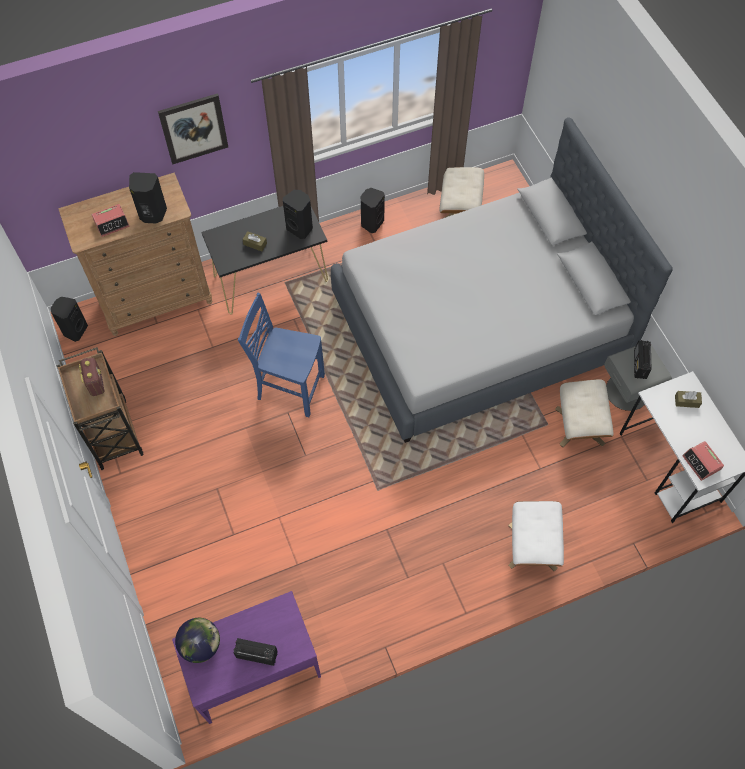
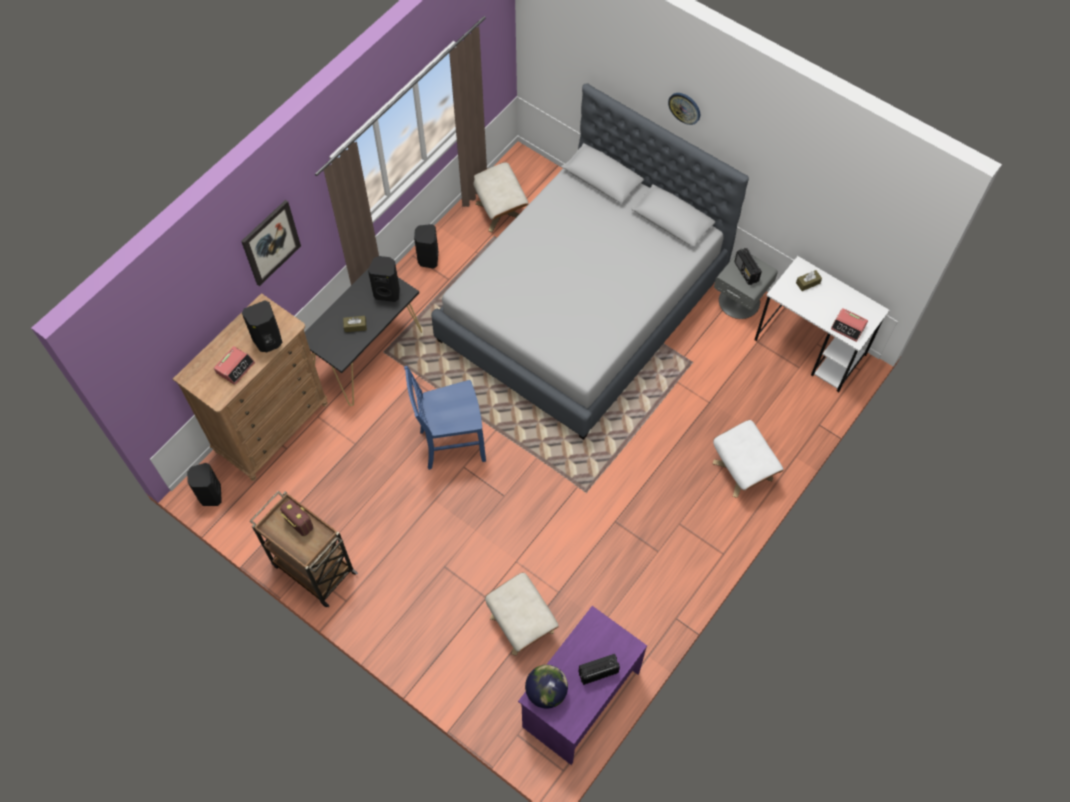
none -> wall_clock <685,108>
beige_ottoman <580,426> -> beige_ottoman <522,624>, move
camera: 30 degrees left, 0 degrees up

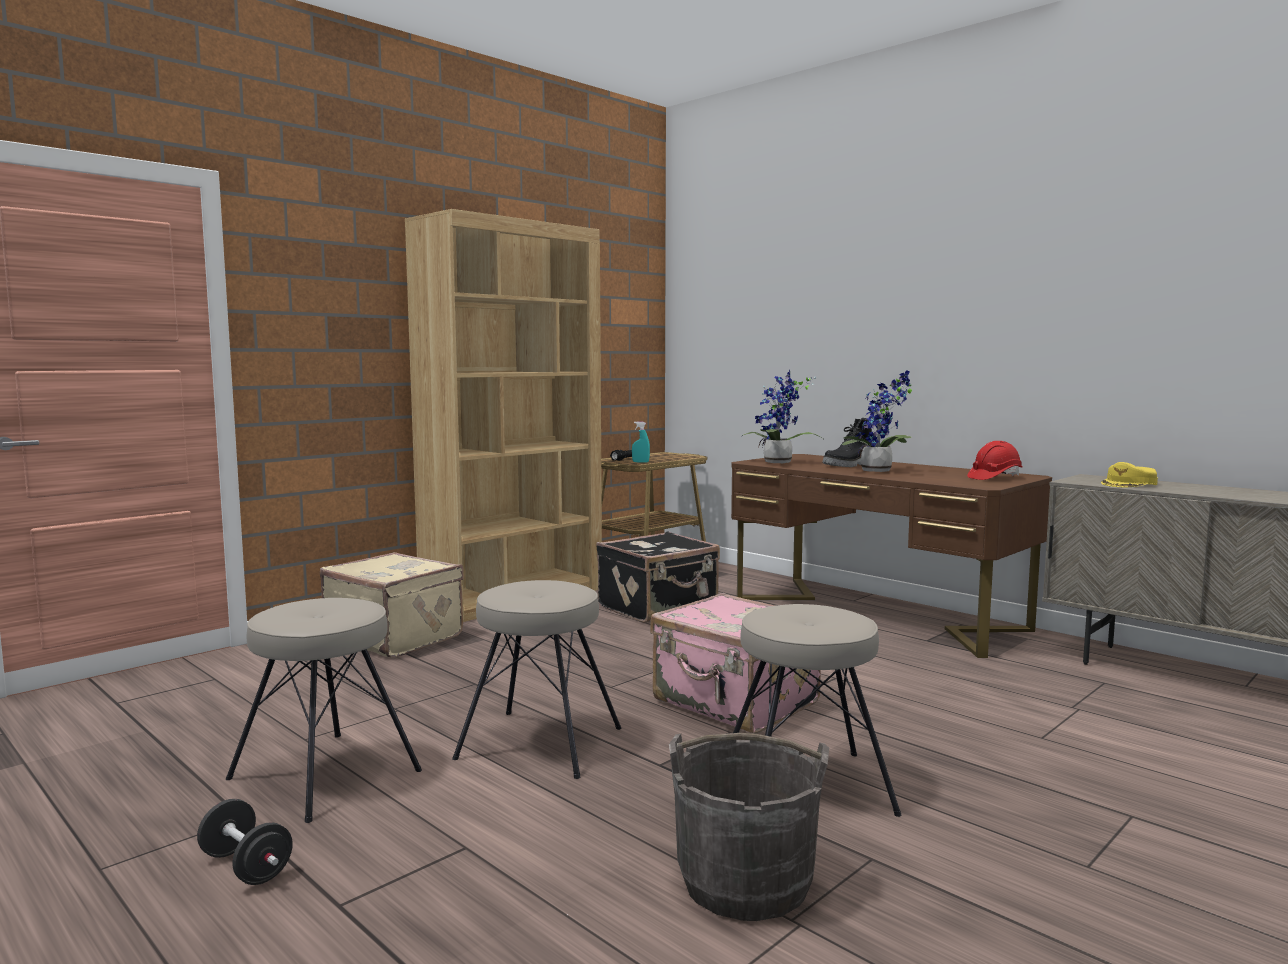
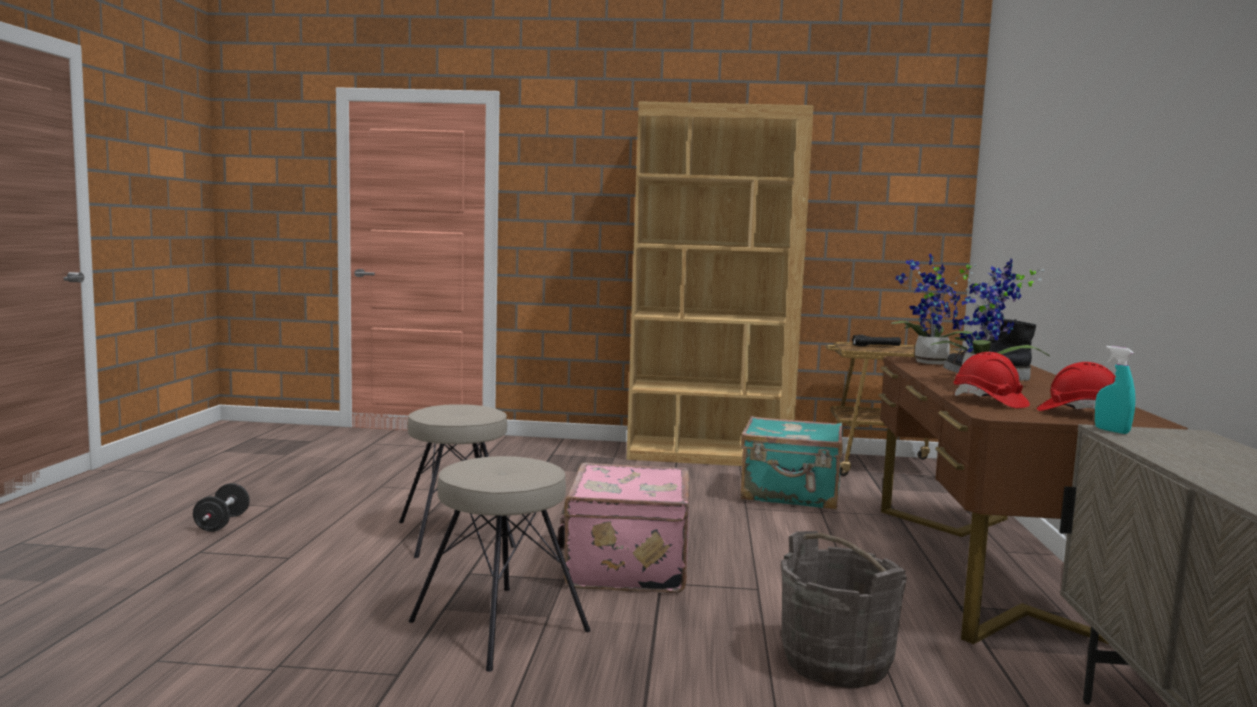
beige_stool <326,773> -> none
beige_suitcase <395,637> -> none
yellow_cap <1129,484> -> none
none -> red_hard_hat <989,402>
turquoise_spray_bottle <640,462> -> turquoise_spray_bottle <1111,431>, move
grey_bucket <745,883> -> grey_bucket <835,662>, move
black_suitcase <659,608> -> turquoise_suitcase <790,495>
camera: 50 degrees right, 0 degrees up

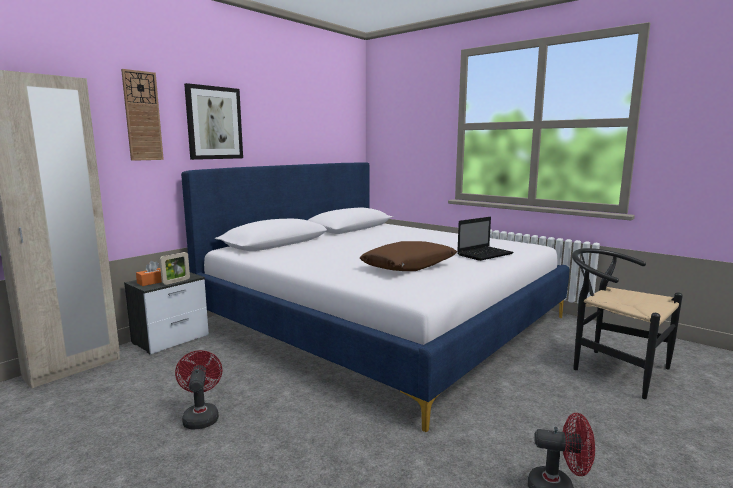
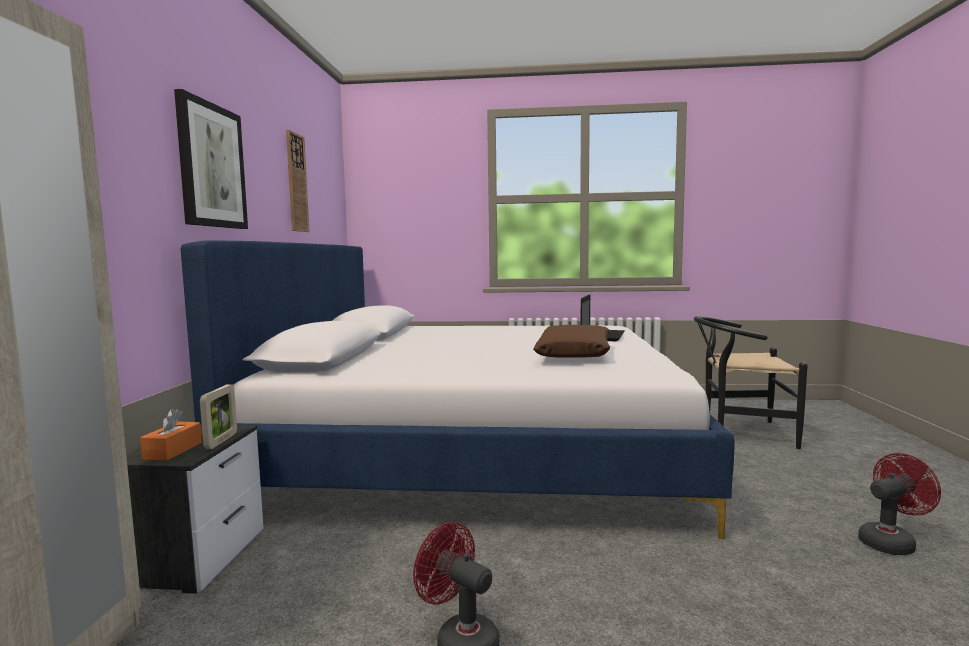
wall_clock <142,116> -> wall_clock <296,183>, move
camera: 35 degrees left, 5 degrees down

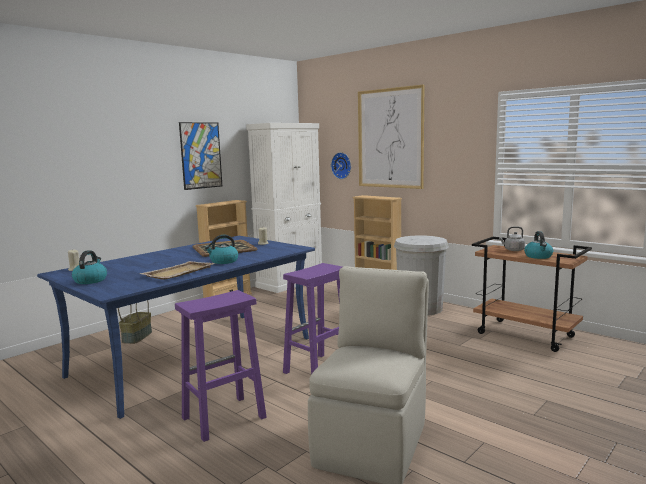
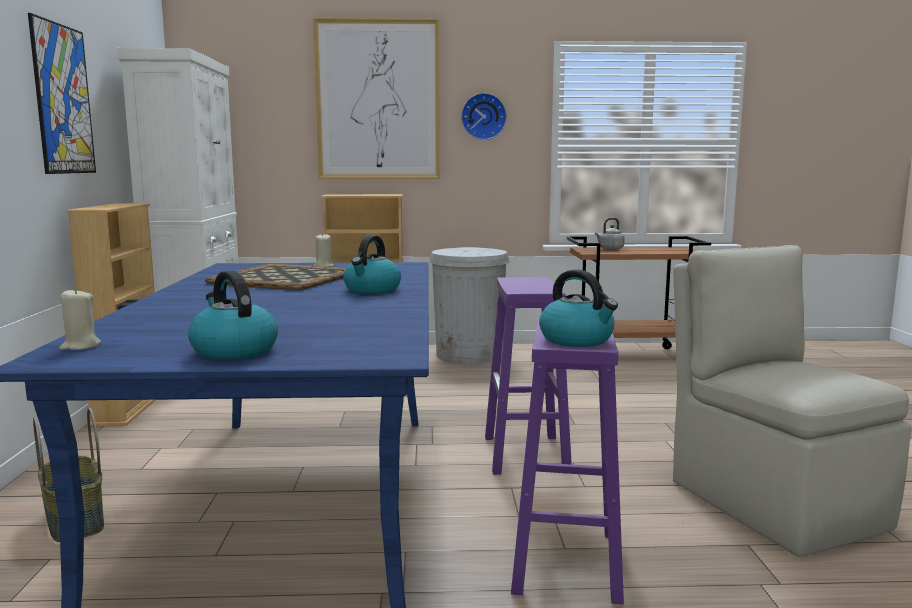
beige_tray <178,272> -> none
wall_clock <342,165> -> wall_clock <483,116>, move
kettle <538,256> -> kettle <577,340>, move
camera: 45 degrees left, 0 degrees up

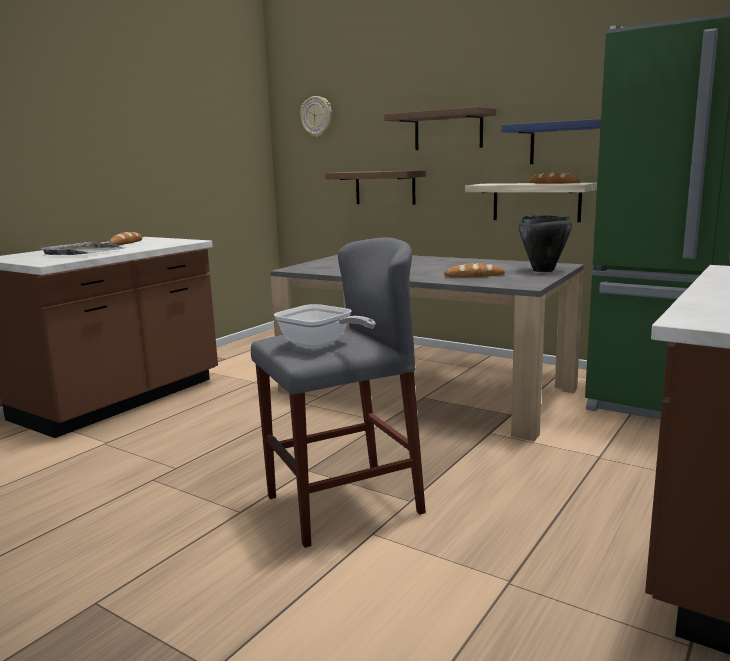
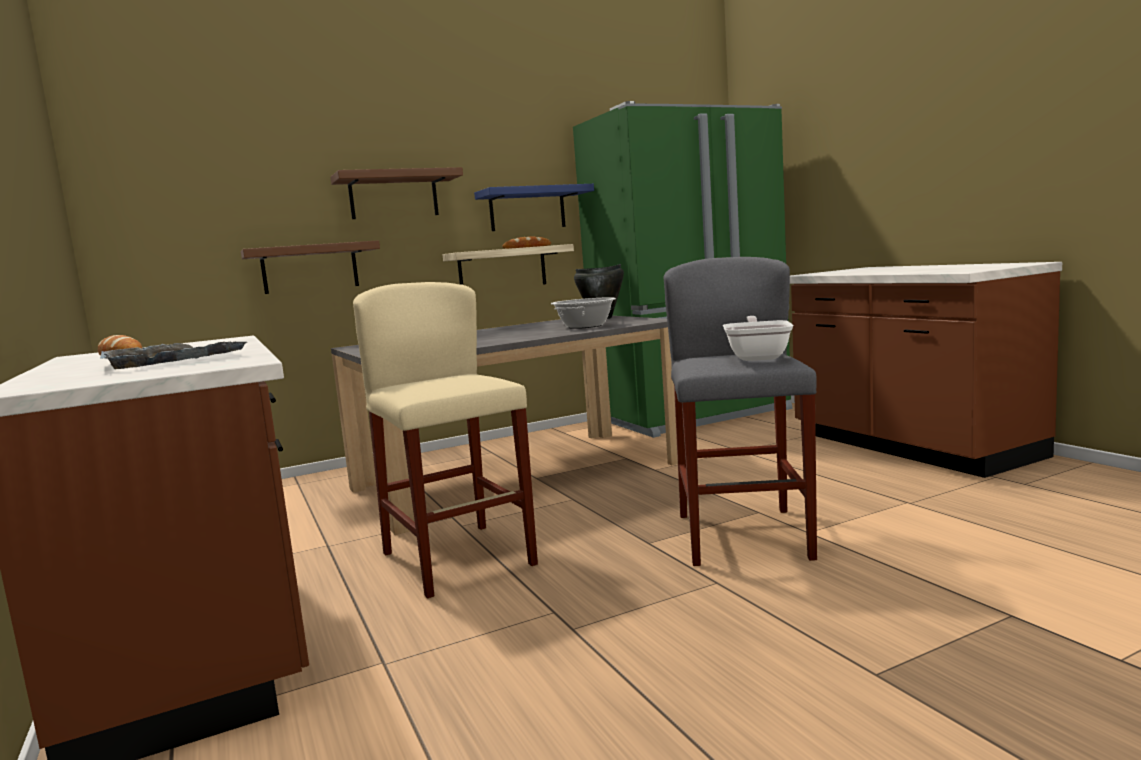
wall_clock <316,116> -> none
none -> beige_stool <458,559>
bread <474,275> -> cooking_pot <585,326>
frying_pan <320,344> -> frying_pan <758,357>, 60 degrees counterclockwise
camera: 60 degrees left, 5 degrees down

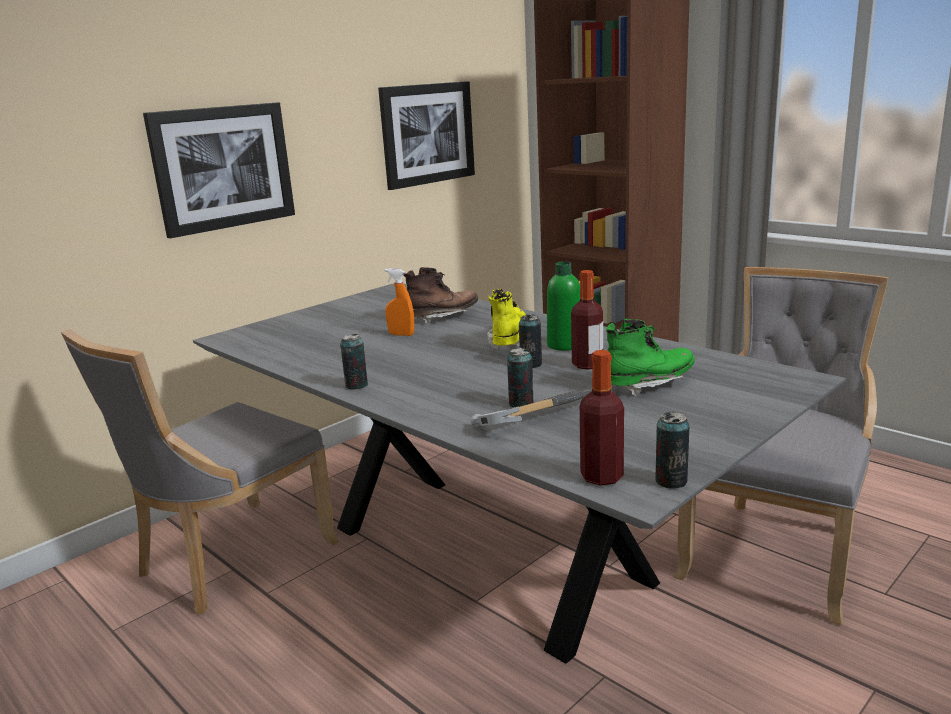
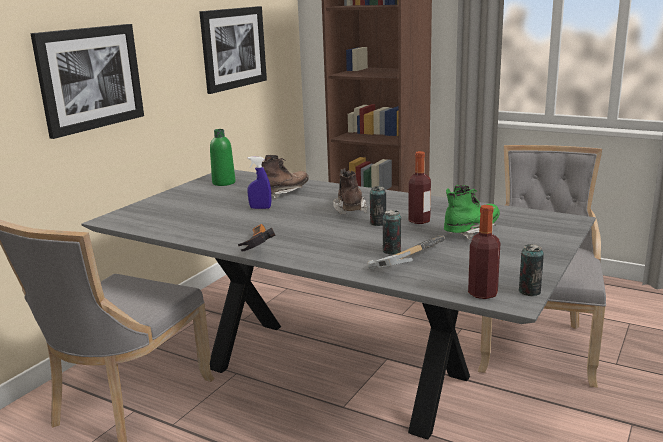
green_bottle <564,345> -> green_bottle <224,183>, move
can <356,385> -> hammer <255,248>
orange_spray_bottle <401,334> -> blue_spray_bottle <260,208>
yellow_boot <510,341> -> brown_boot <350,208>
camera: 15 degrees left, 0 degrees up

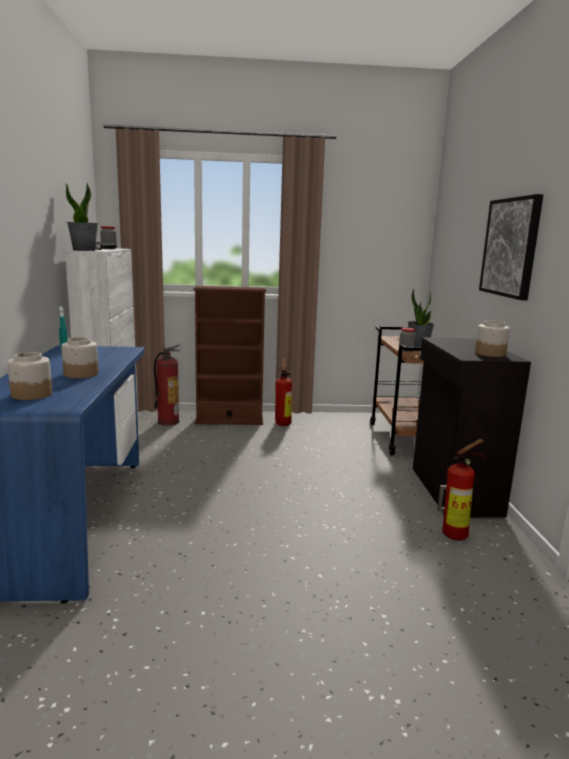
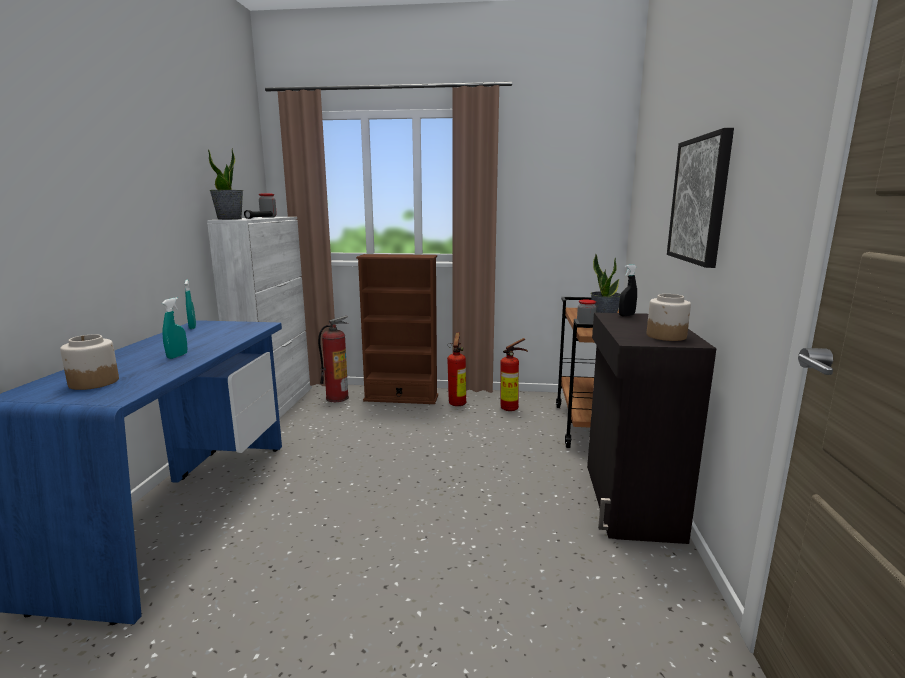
none -> black_spray_bottle <626,315>
fire_extinguisher <458,535> -> fire_extinguisher <512,408>, move
jar <81,374> -> turquoise_spray_bottle <177,356>
camera: 10 degrees right, 0 degrees up

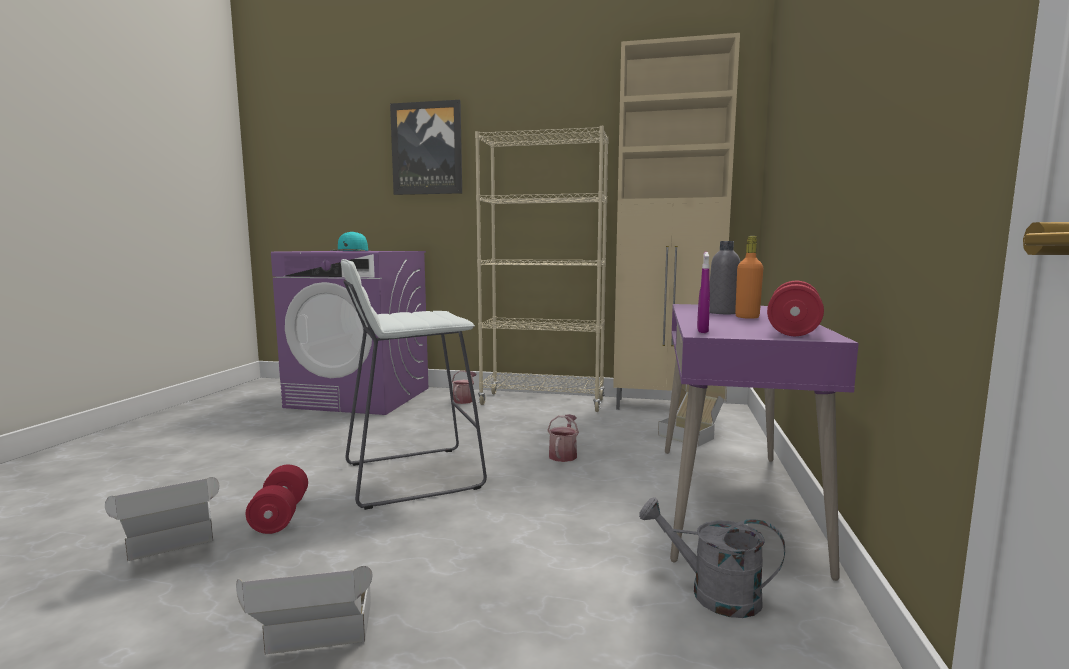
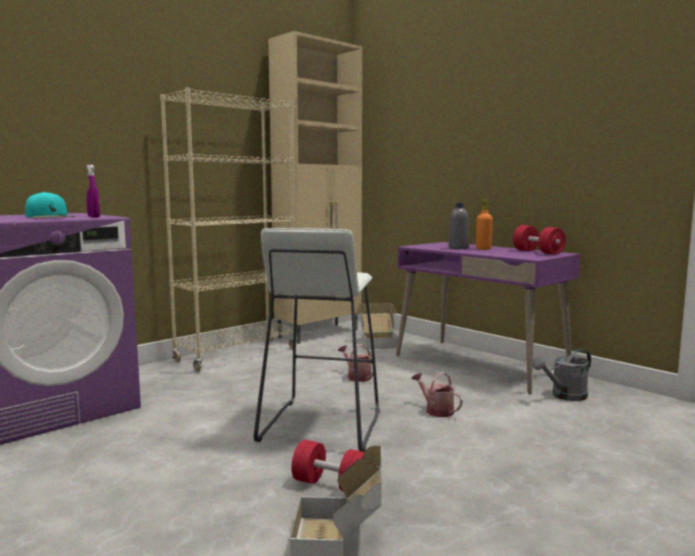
cardboard_box <316,644> -> none
picture <427,148> -> none
watering_can <464,400> -> watering_can <436,410>, move
purple_spray_bottle <702,331> -> purple_spray_bottle <93,217>, move
camera: 55 degrees left, 0 degrees up

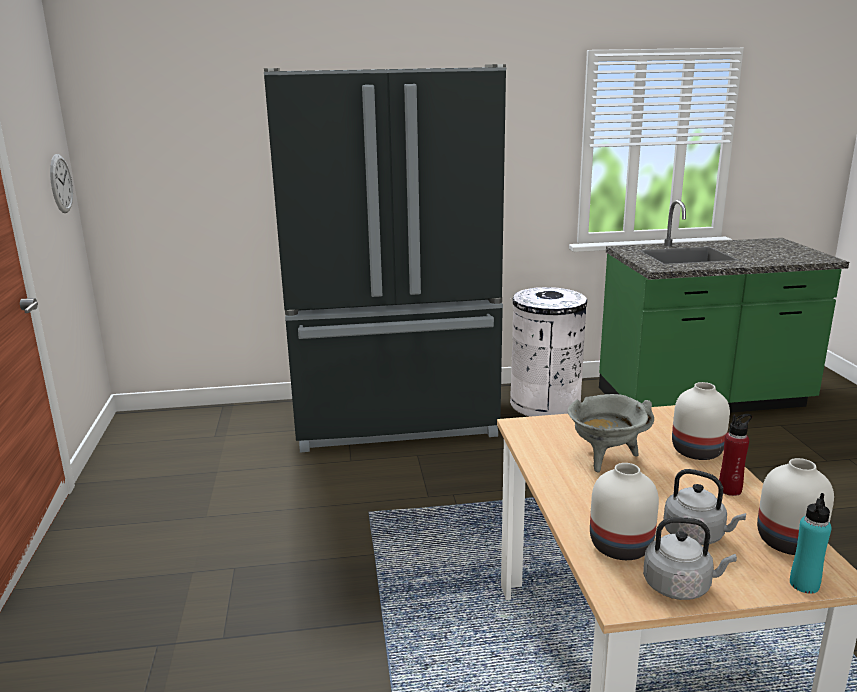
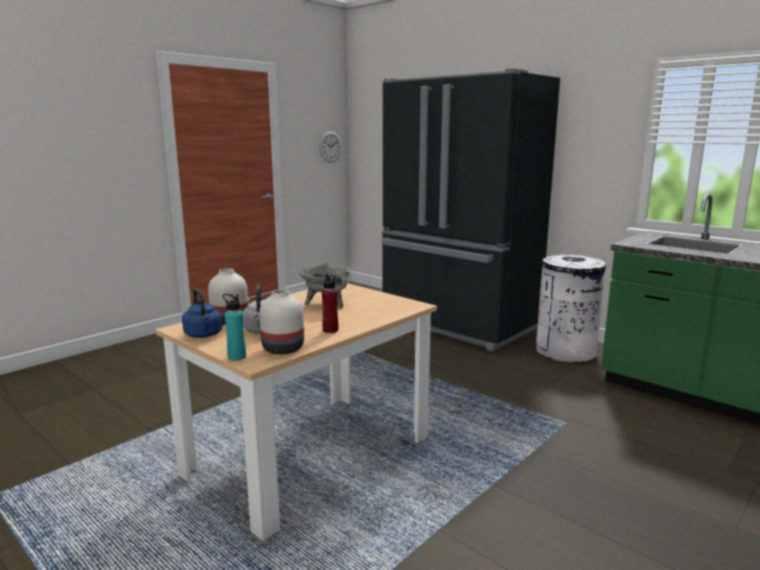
white_vase <697,452> -> none
grey_kettle <680,586> -> blue_kettle <204,335>
camera: 50 degrees right, 5 degrees down

